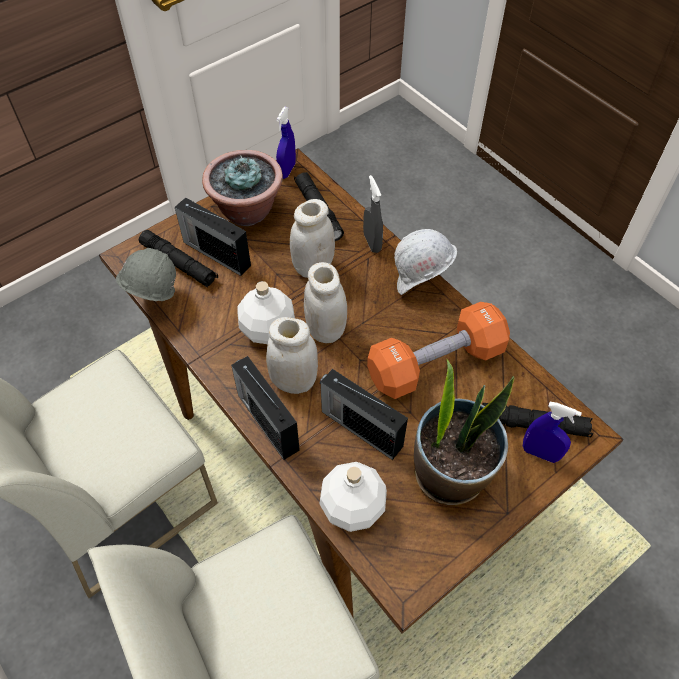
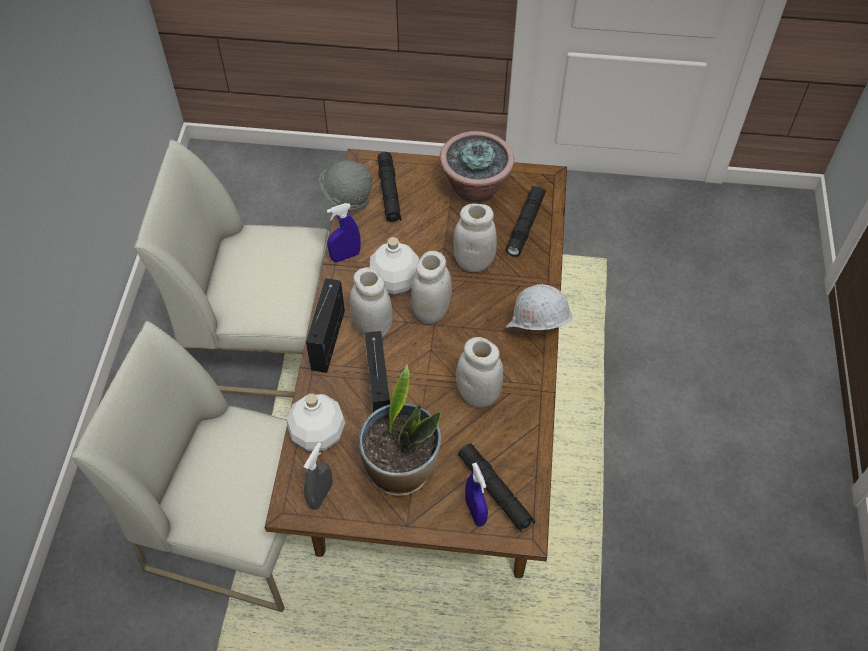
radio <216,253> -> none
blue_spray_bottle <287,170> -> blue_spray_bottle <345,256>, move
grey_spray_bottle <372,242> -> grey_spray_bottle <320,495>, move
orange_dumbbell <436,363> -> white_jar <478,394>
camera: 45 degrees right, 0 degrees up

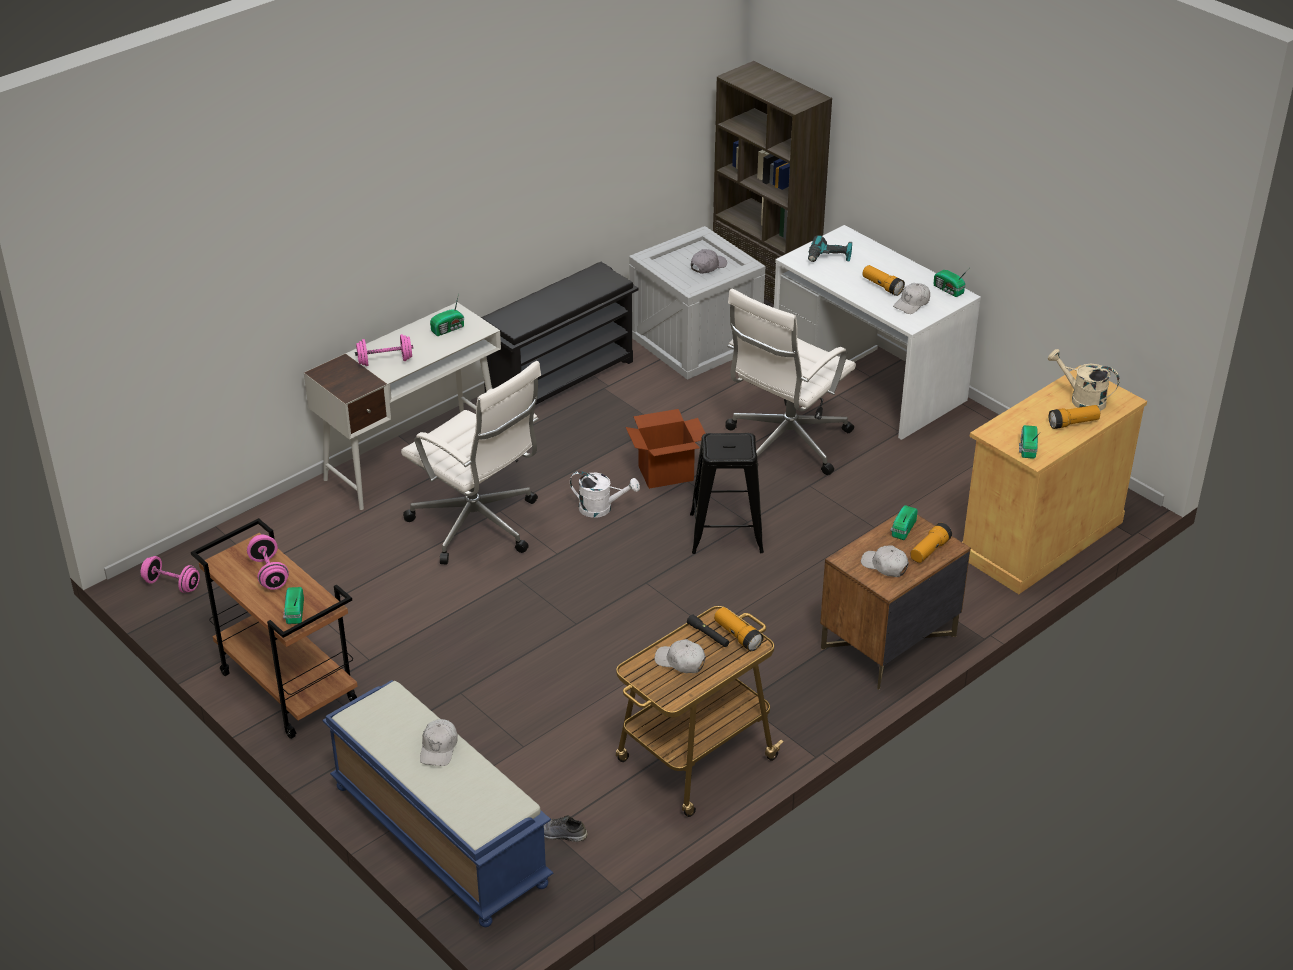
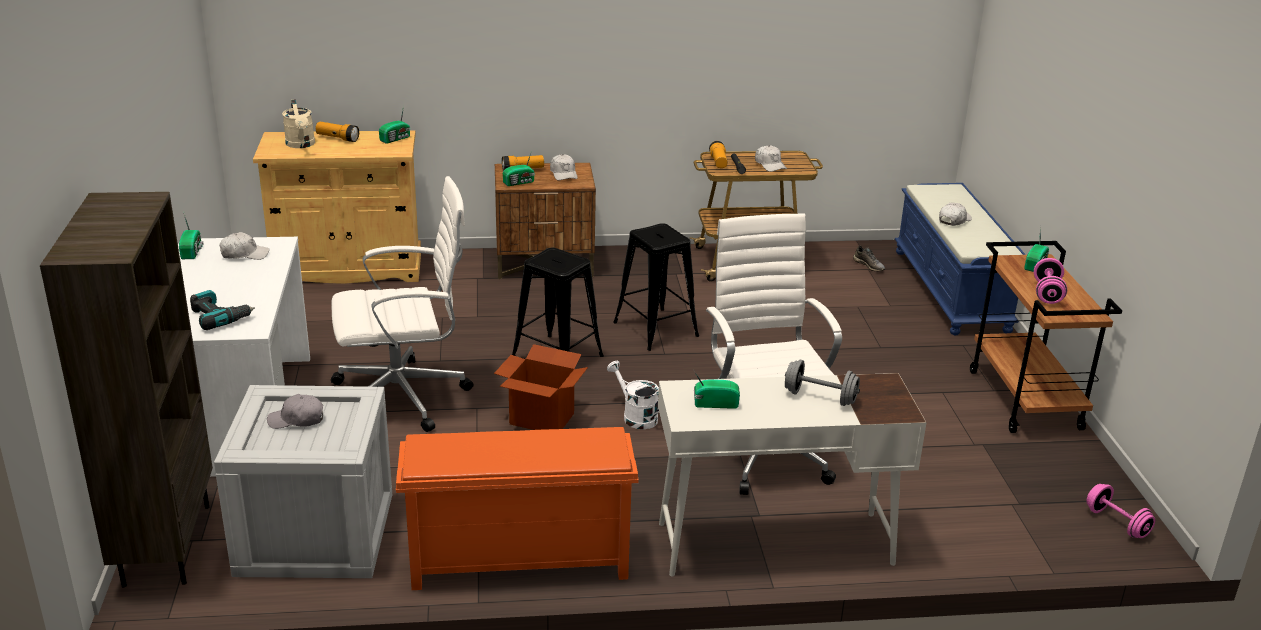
flashlight <882,286> -> none
none -> black_stool <655,329>
pink_dumbbell <385,361> -> grey_dumbbell <820,397>
black_shoe_rack <560,378> -> orange_shoe_rack <517,562>
camera: 145 degrees left, 10 degrees down

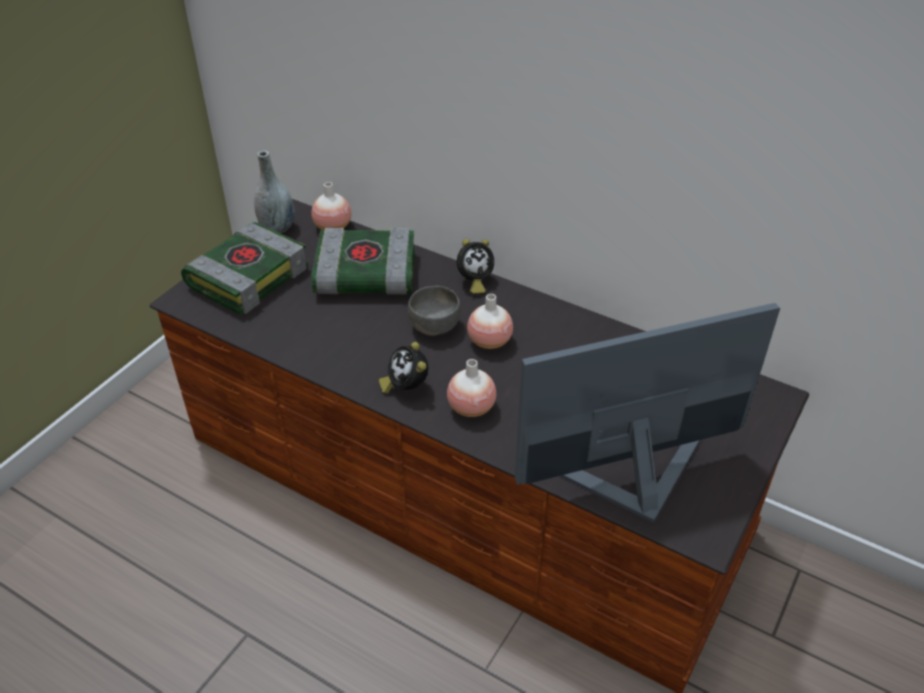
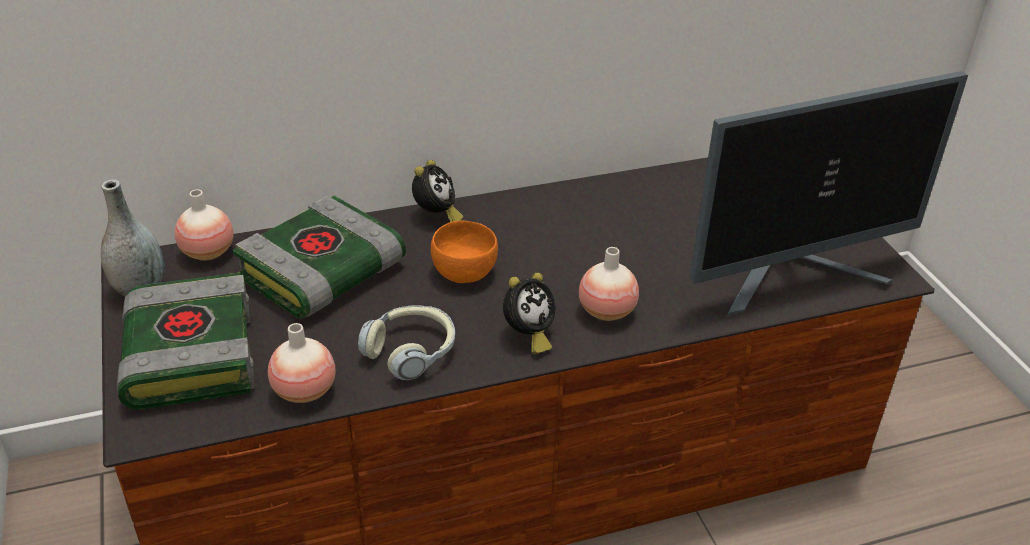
none -> headphones <411,351>
vase <489,341> -> vase <304,391>, move
grey_bowl <435,325> -> orange_bowl <464,271>
alarm_clock <406,387> -> alarm_clock <528,336>, 60 degrees counterclockwise
monitor <631,481> -> monitor <796,276>, 135 degrees counterclockwise
camera: 50 degrees left, 5 degrees down

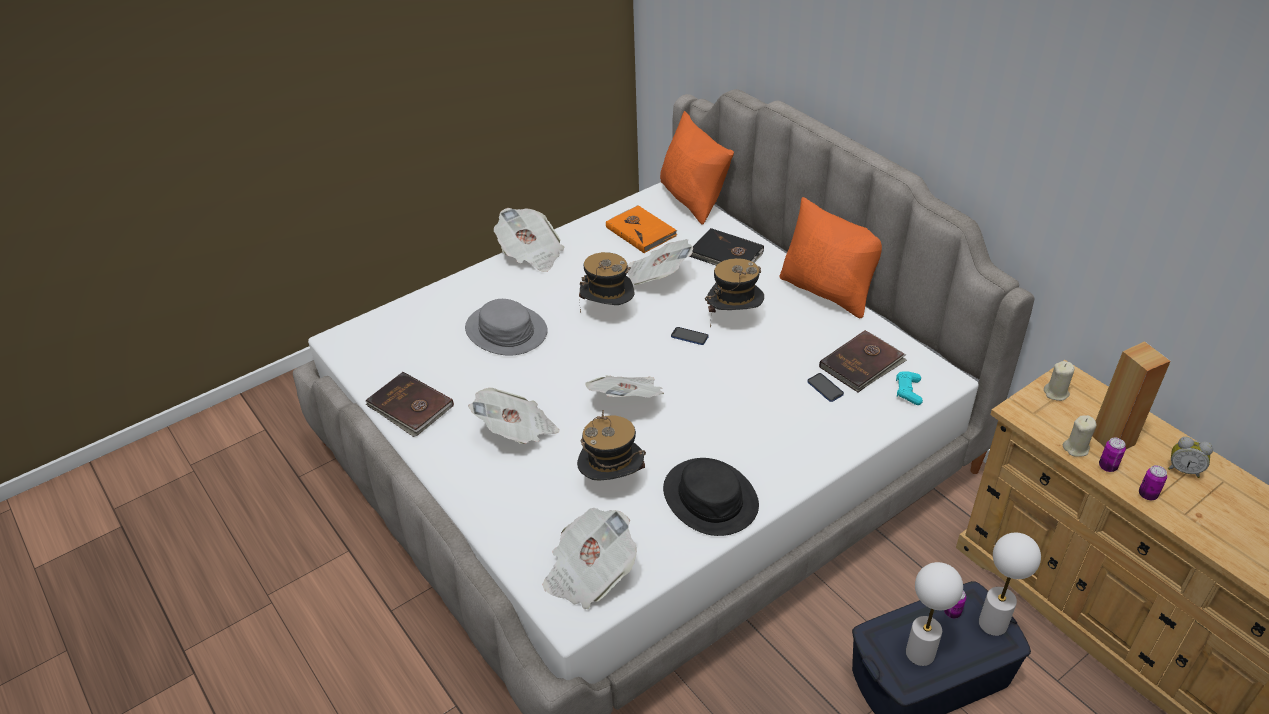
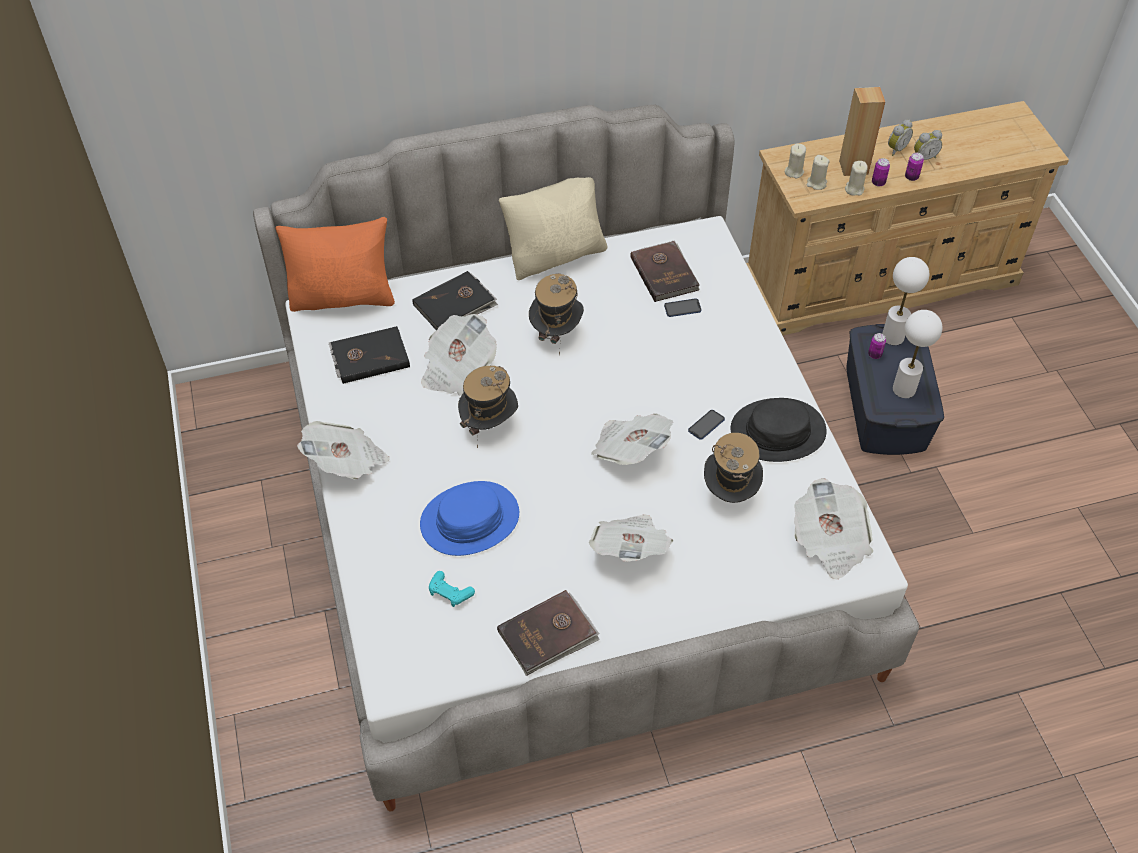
none -> beige_candle <816,183>
none -> alarm_clock <923,157>
phone <689,337> -> phone <706,425>, move
turquoise_game_controller <908,391> -> turquoise_game_controller <450,592>, move
grey_hat <506,331> -> blue_hat <470,520>
orange_book <641,231> -> black_book <369,356>
orange_pillow <828,292> -> beige_pillow <556,256>
camera: 70 degrees left, 10 degrees up

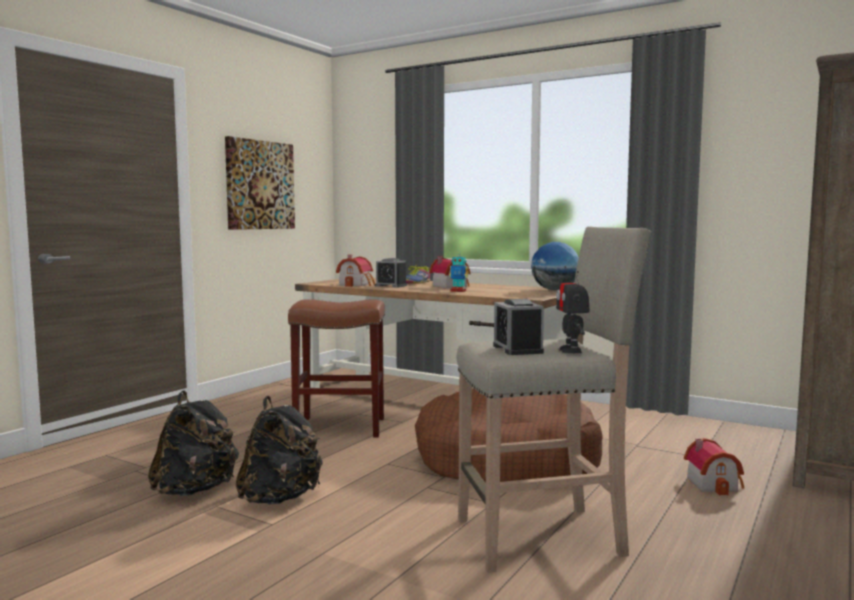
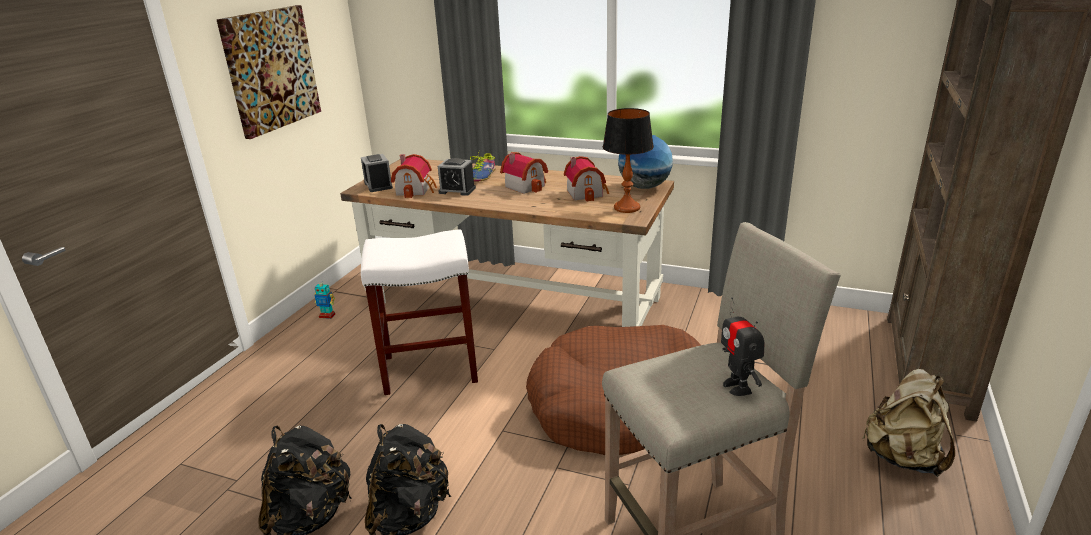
none -> table_lamp <627,208>
none -> beige_backpack <903,457>
toy_robot <458,291> -> toy_robot <327,315>, move
alarm_clock <517,349> -> alarm_clock <378,185>, move
toy_house <714,484> -> toy_house <586,193>, move
brown_stool <338,427> -> white_stool <429,369>
camera: 10 degrees left, 20 degrees up

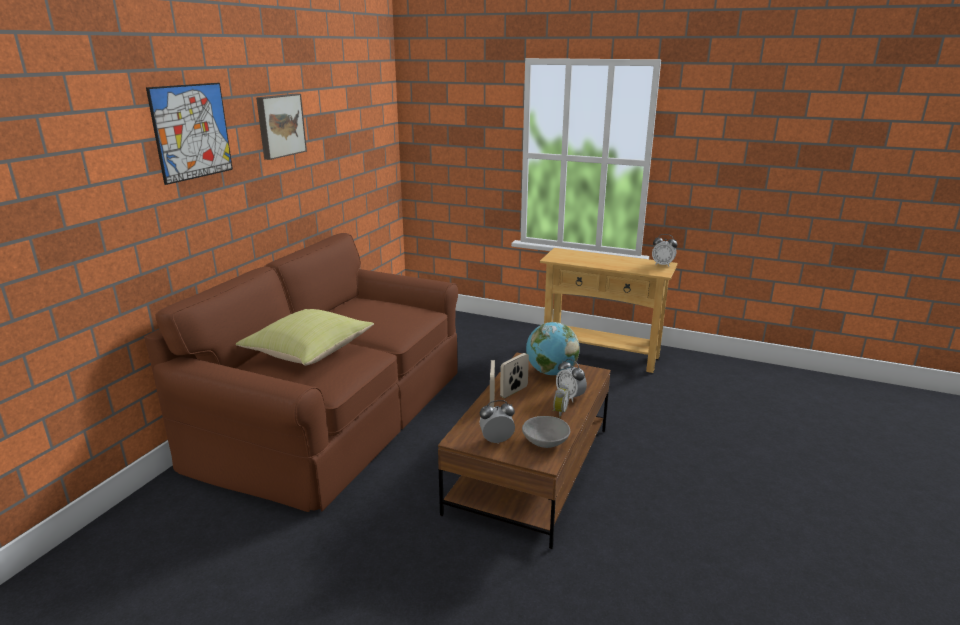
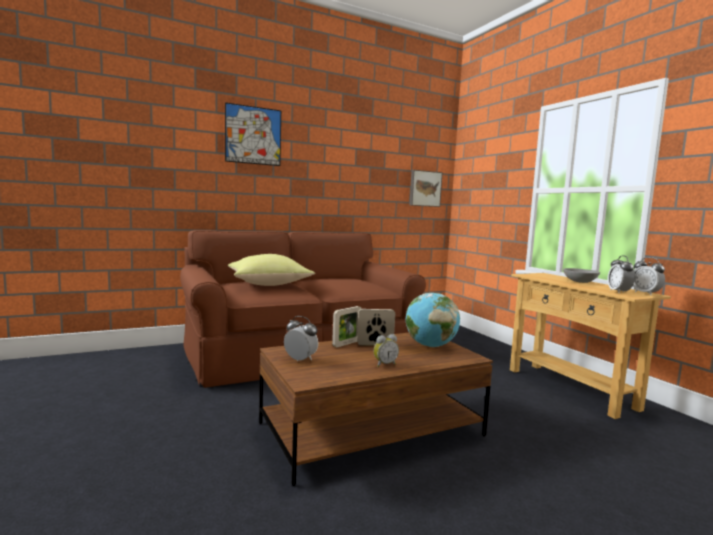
picture <280,125> -> picture <424,188>, move
grey_bowl <545,442> -> grey_bowl <580,282>, move
alarm_clock <570,397> -> alarm_clock <619,292>, move
camera: 40 degrees right, 15 degrees down

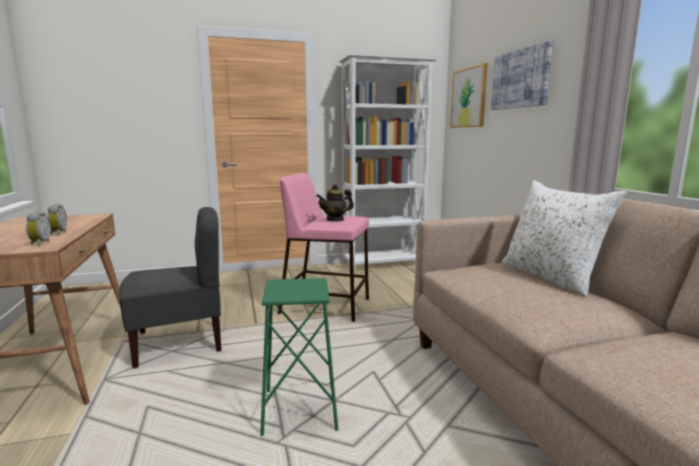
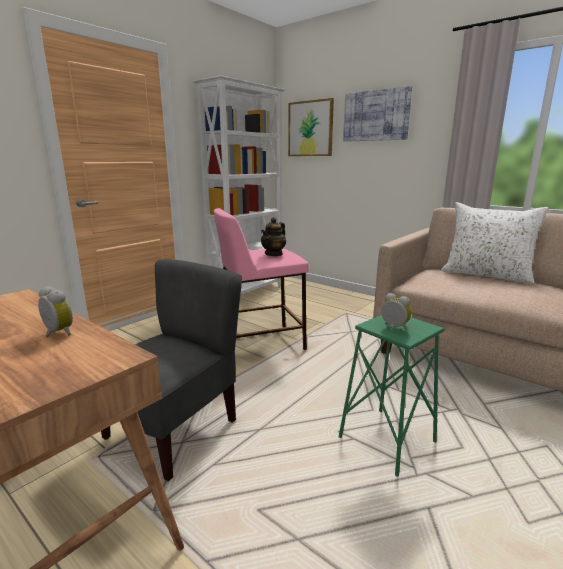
alarm_clock <39,244> -> alarm_clock <393,328>, move
camera: 35 degrees left, 5 degrees up

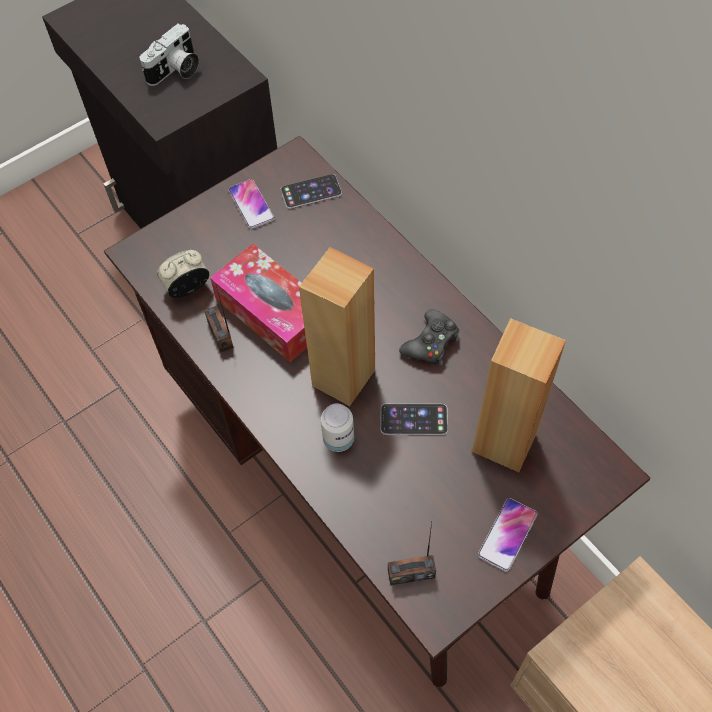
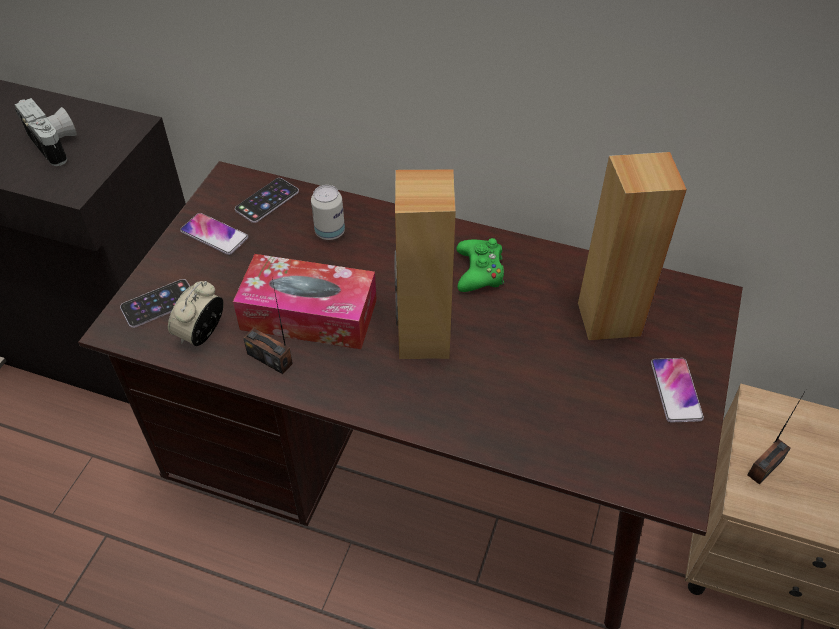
can <338,439> -> can <330,232>, move
phone <413,419> -> phone <158,303>, move
radio <411,573> -> radio <764,467>, move
black_game_controller <431,343> -> green_game_controller <479,272>
photo_camera <176,71> -> photo_camera <56,144>, 45 degrees counterclockwise
camera: 35 degrees left, 10 degrees down

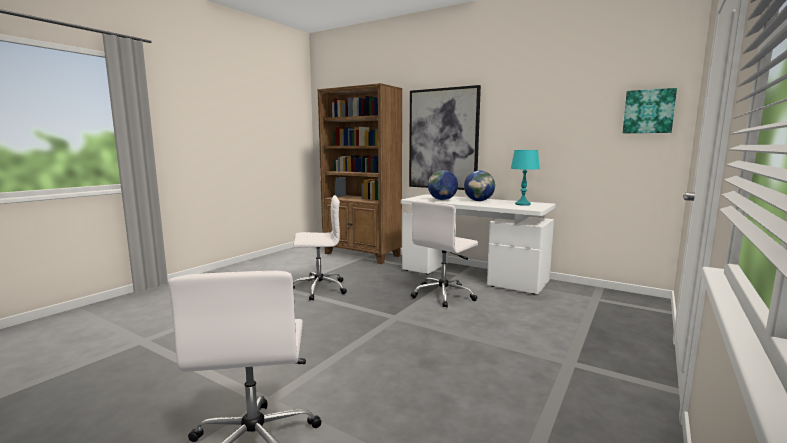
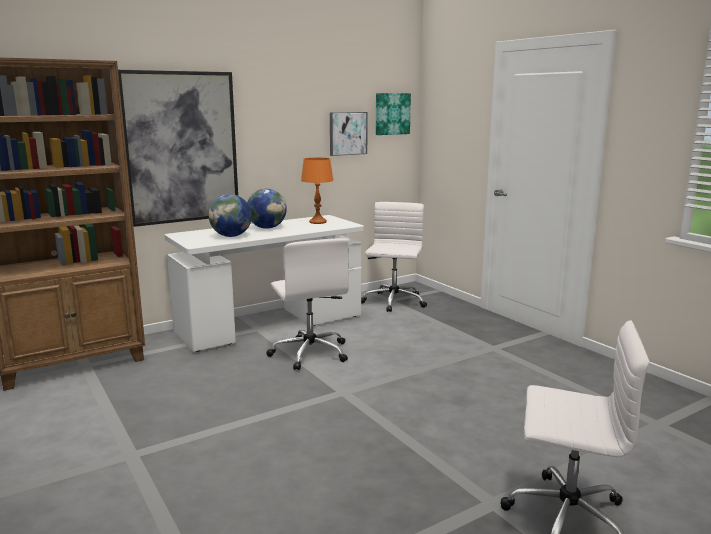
none -> picture <347,133>
white_office_chair <318,289> -> white_office_chair <393,302>, move
turquoise_table_lamp <523,204> -> orange_table_lamp <318,222>
camera: 65 degrees left, 5 degrees up

